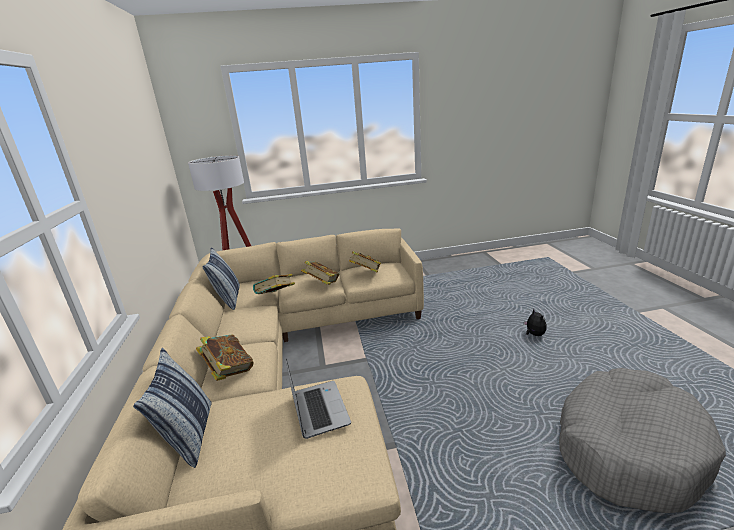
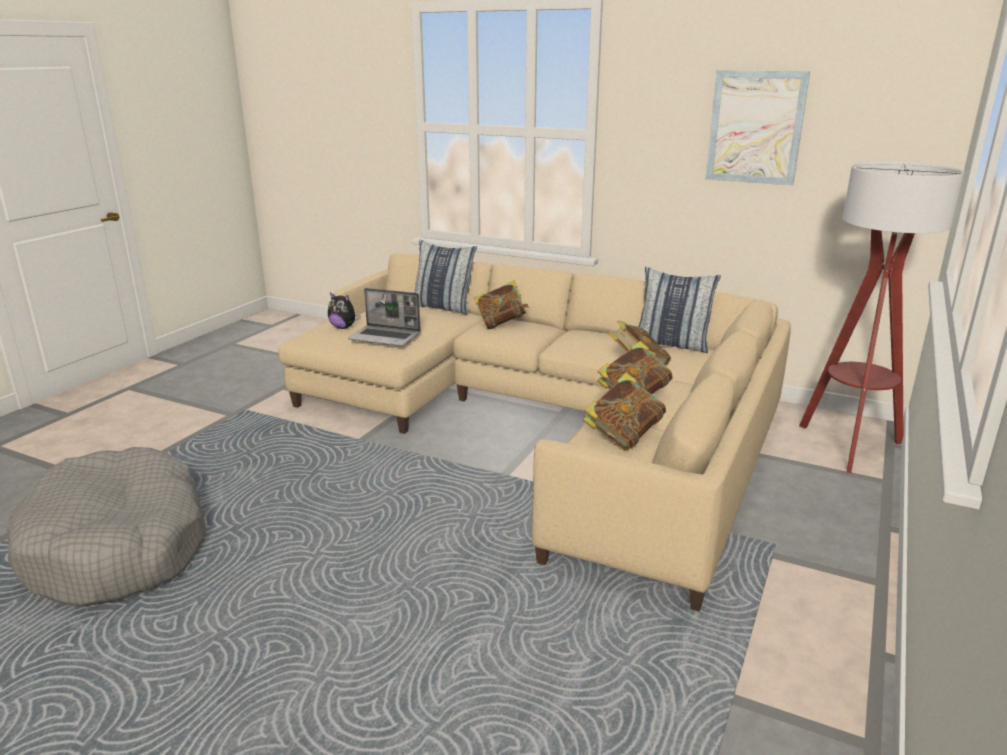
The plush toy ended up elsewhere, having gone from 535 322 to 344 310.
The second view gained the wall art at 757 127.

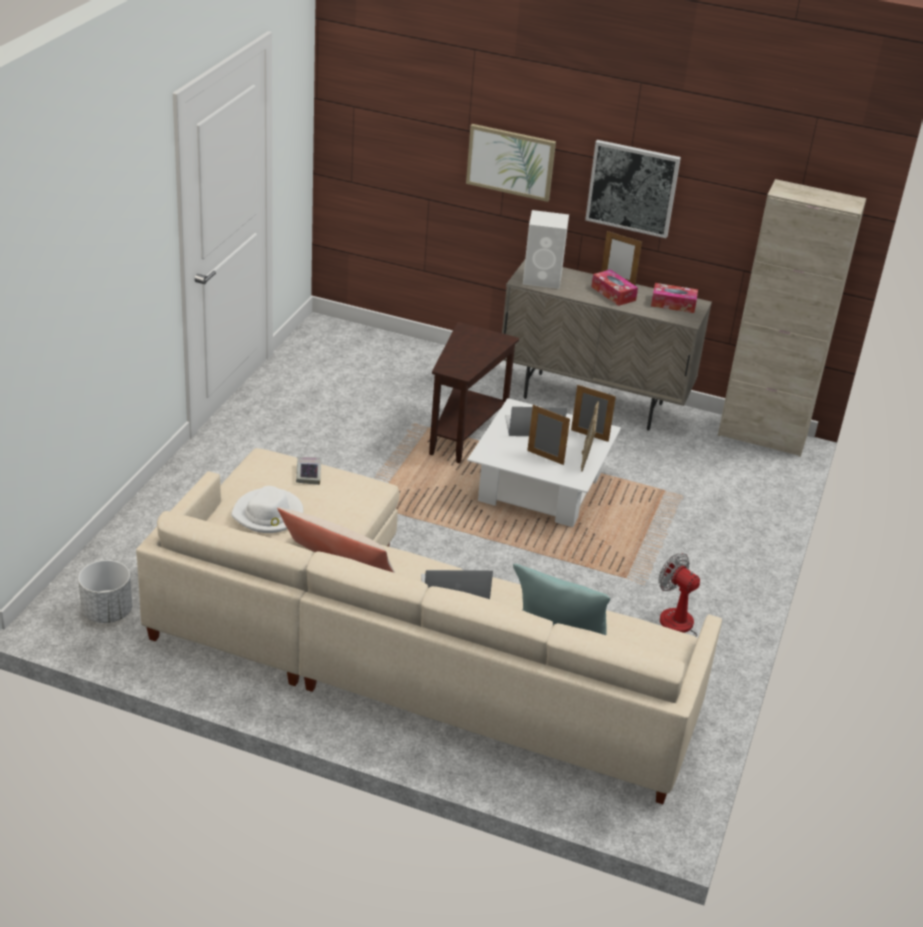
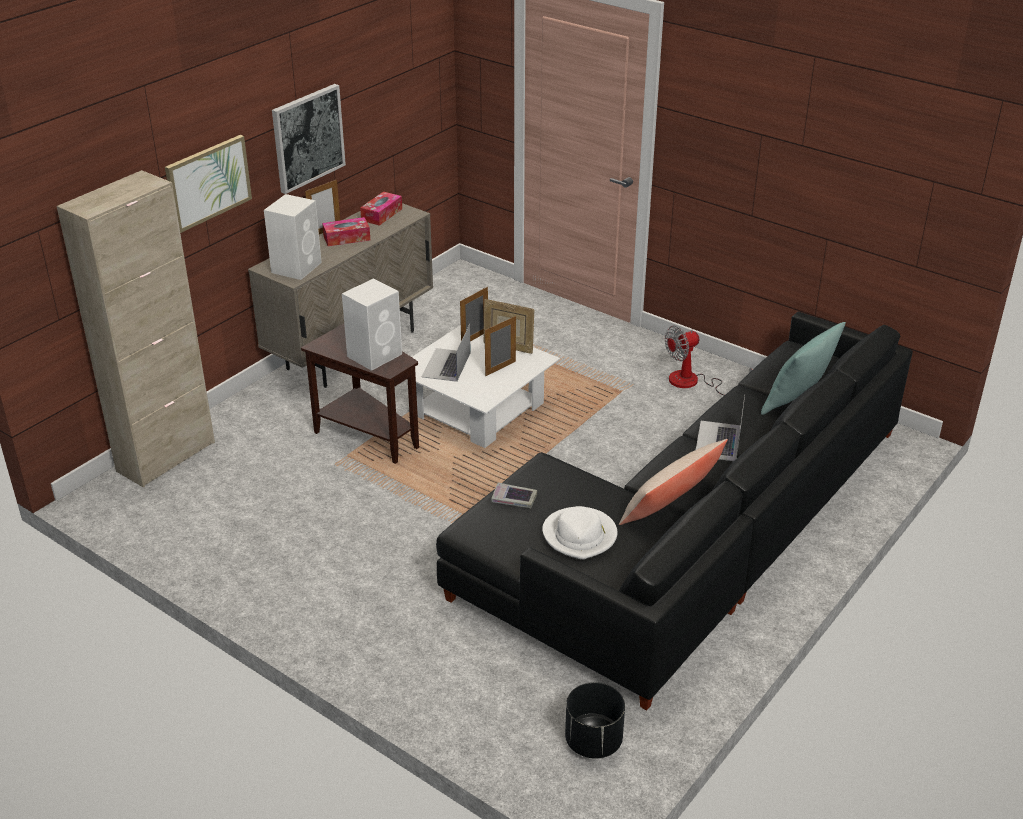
What was the white-coloured flower pot at 105 591 turned into the blackish flower pot at 595 720.
What was the beige settee at 429 626 turned into the blackish settee at 674 511.
The beige cupboard ended up elsewhere, having gone from 792 318 to 136 328.
The second view gained the white-coloured audio speaker at 372 324.

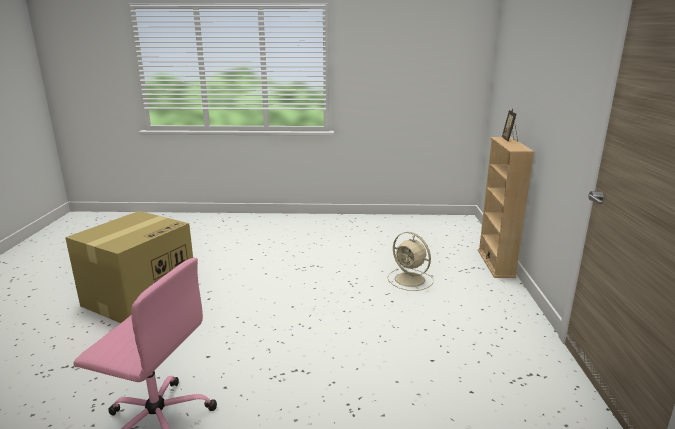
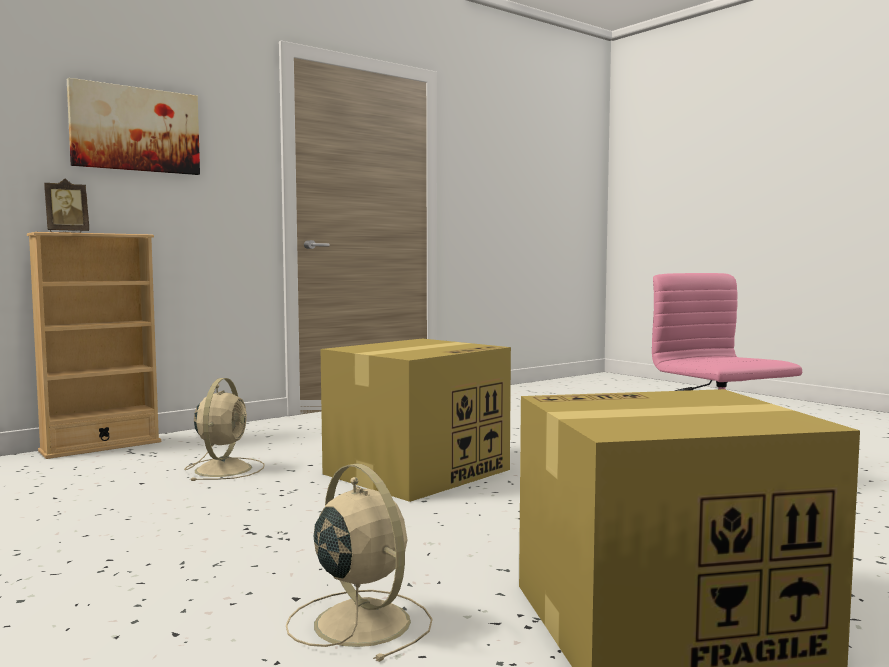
The second view gained the wall art at 133 126.
The second view gained the beige electric fan at 359 563.
The second view gained the packing box at 416 420.

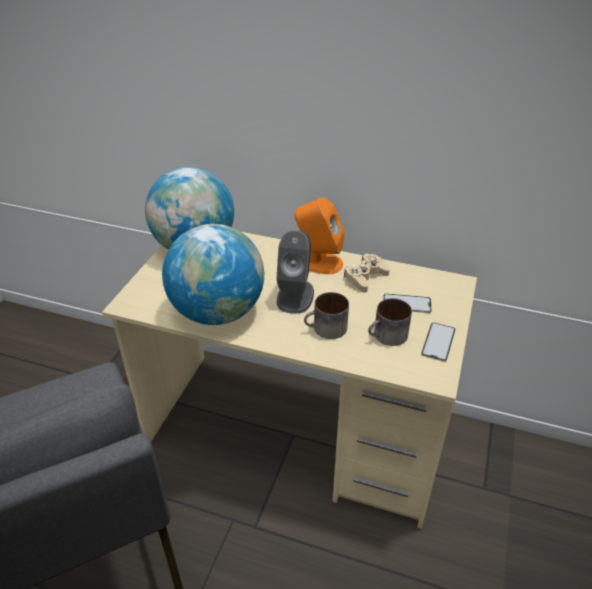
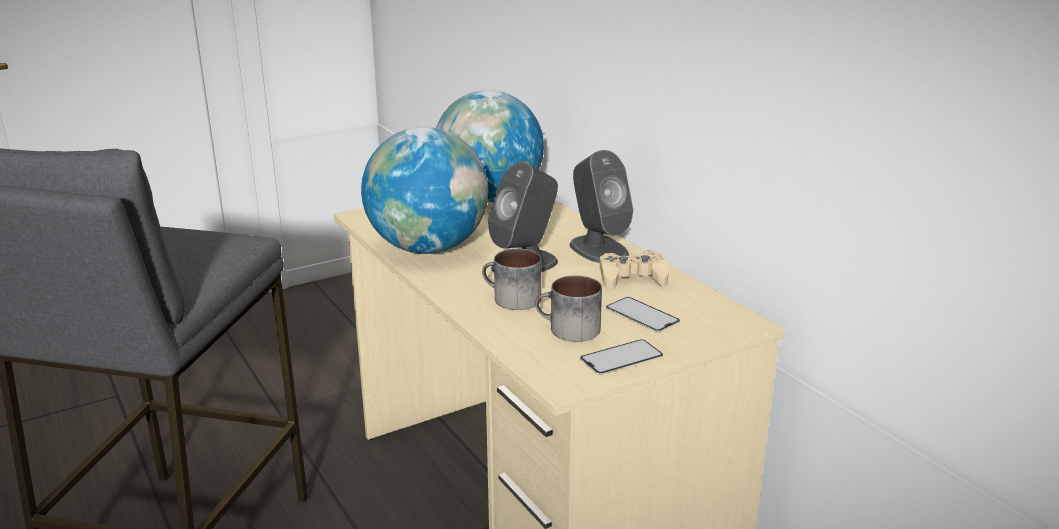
What was the orange audio speaker at 319 235 turned into the grey audio speaker at 601 206.

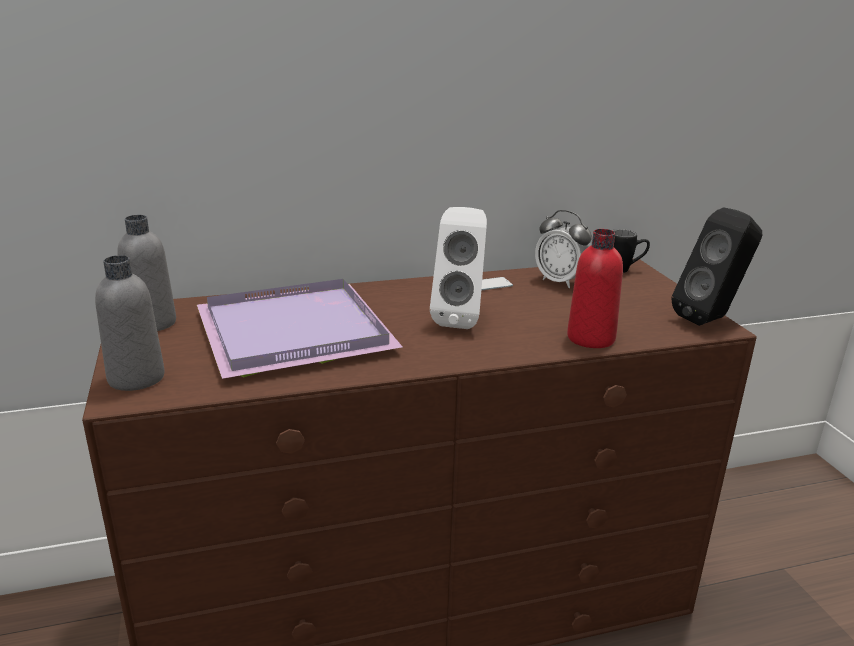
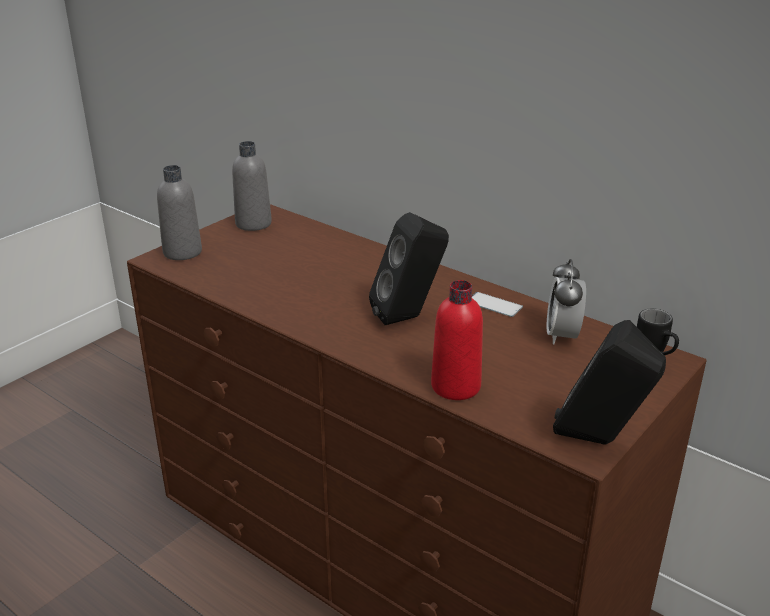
The second view lost the purplish serving tray at 299 329.
What was the white-coloured audio speaker at 458 268 turned into the blackish audio speaker at 409 268.

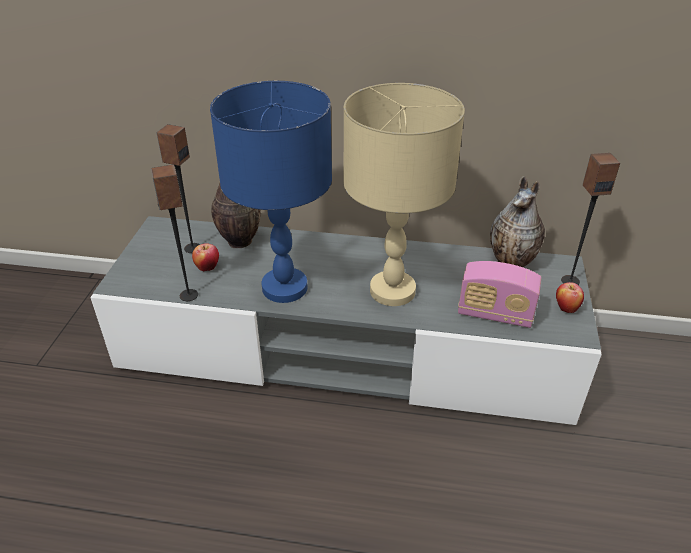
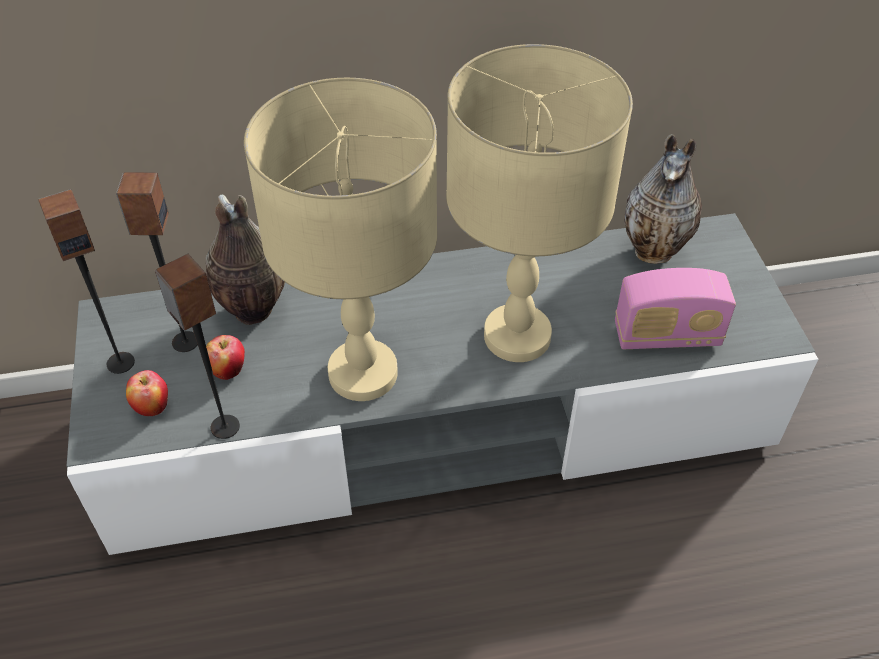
What was the blue-coloured tabletop lamp at 271 192 turned into the beige tabletop lamp at 340 239.
The whole apple ended up elsewhere, having gone from 570 297 to 147 393.
The audio speaker ended up elsewhere, having gone from 590 219 to 86 281.

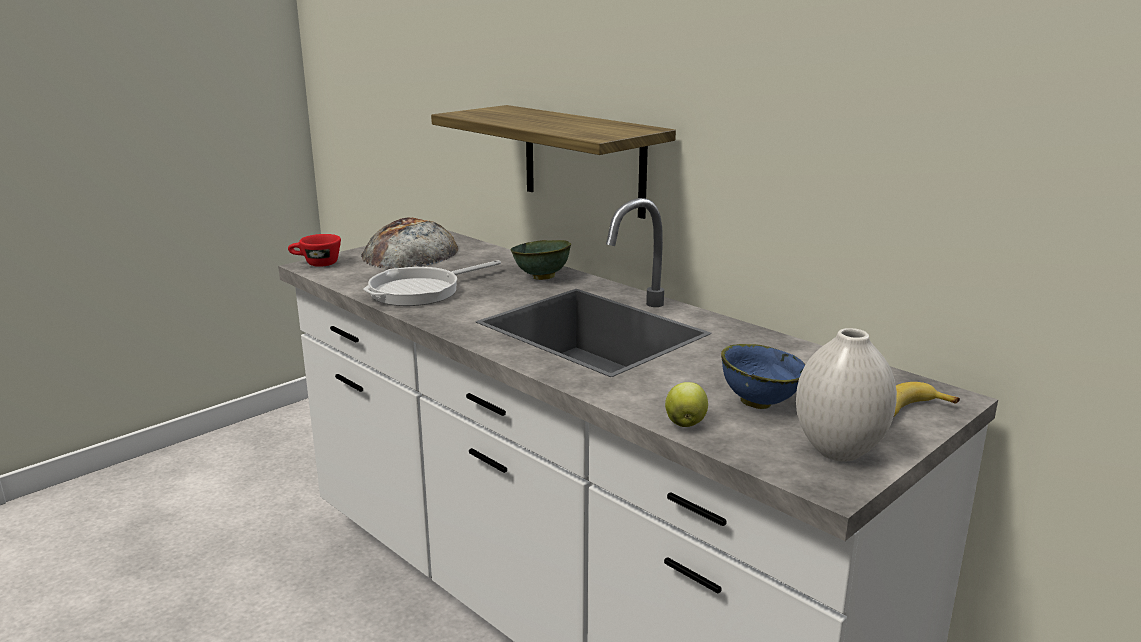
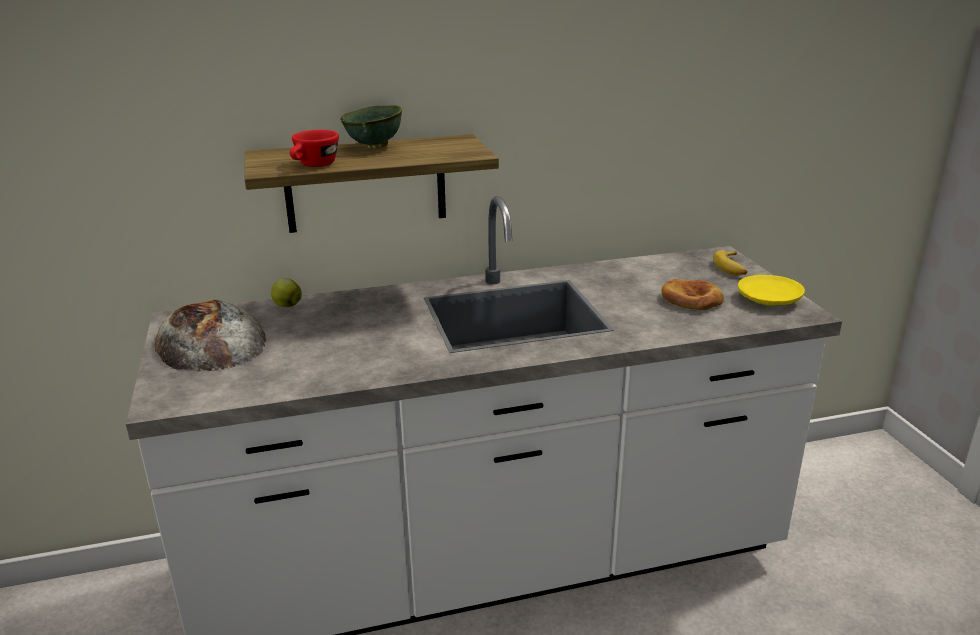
The reddish small cup ended up elsewhere, having gone from 314 250 to 314 148.
The second view lost the pan at 432 283.
The greenish deep dish ended up elsewhere, having gone from 541 260 to 371 127.
The whole apple ended up elsewhere, having gone from 686 404 to 286 292.
Where the blue-coloured deep dish stood at 763 376, the bread came to stand at 692 294.
Where the white-coloured flower vase stood at 846 395, the yellow-coloured plate came to stand at 771 290.

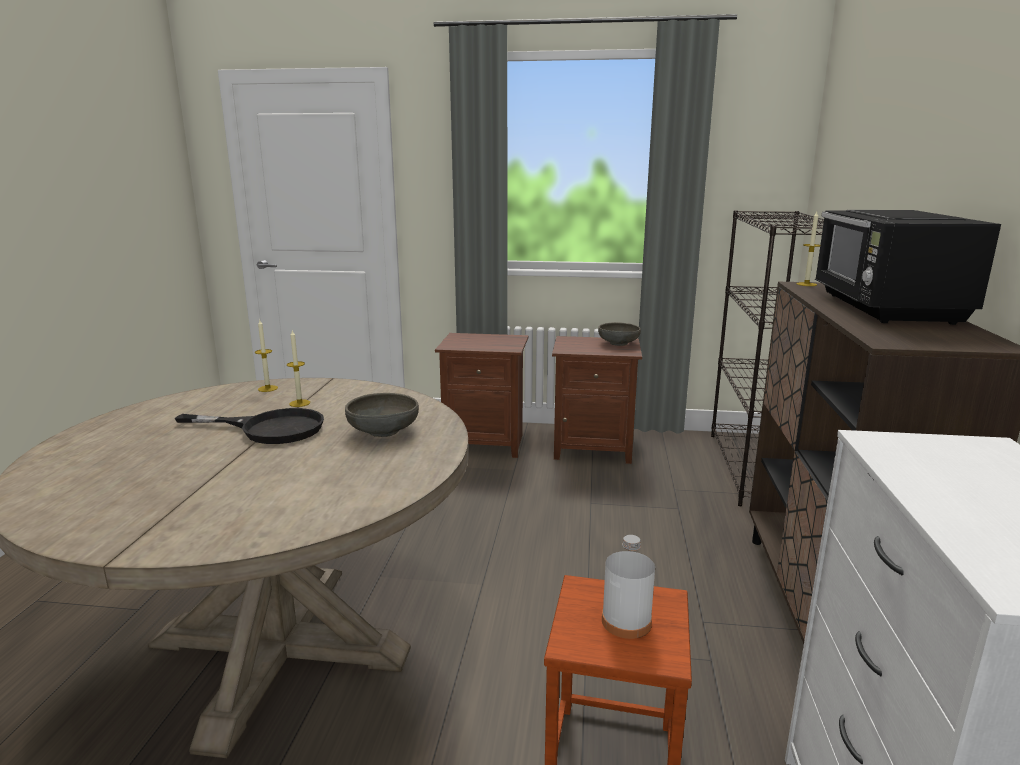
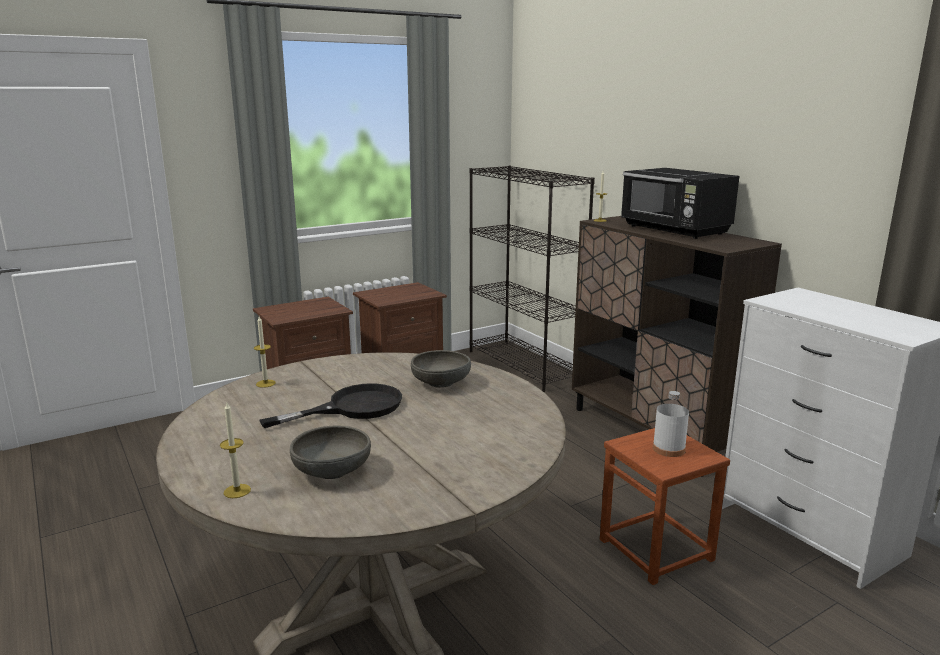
The wax candle ended up elsewhere, having gone from 298 368 to 235 450.
The grey deep dish ended up elsewhere, having gone from 619 334 to 330 452.

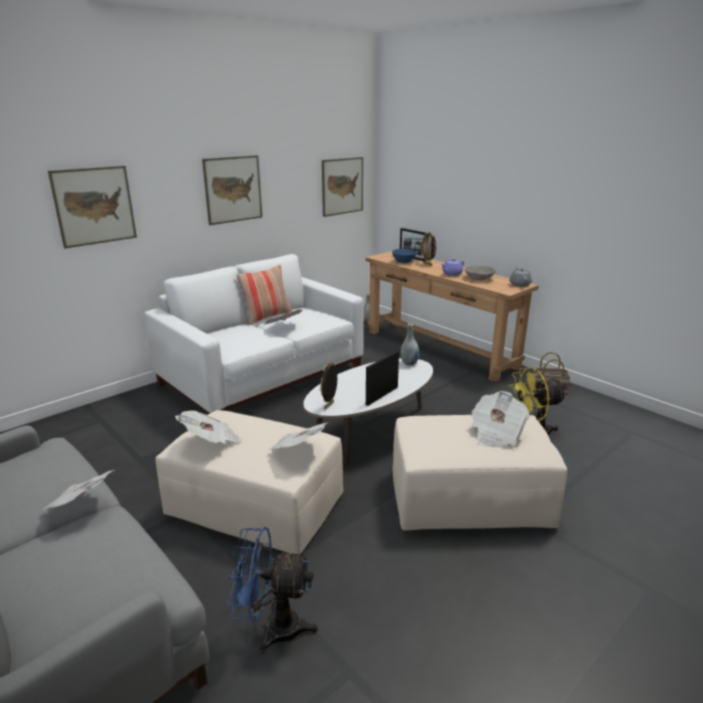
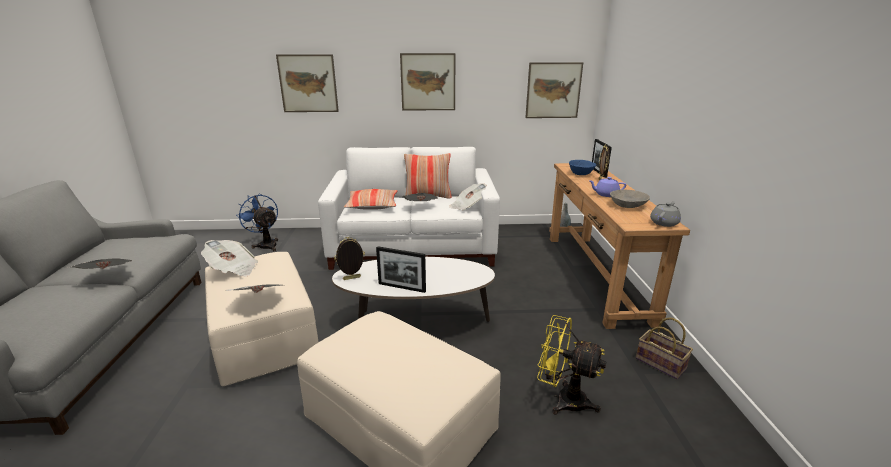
The blue-coloured electric fan ended up elsewhere, having gone from 272 590 to 257 222.
The standing frame at 382 378 ended up facing another way, 150 degrees counterclockwise from before.
The second view lost the grey flower vase at 410 345.
The daily paper ended up elsewhere, having gone from 500 419 to 468 196.
The second view gained the cushion at 370 199.

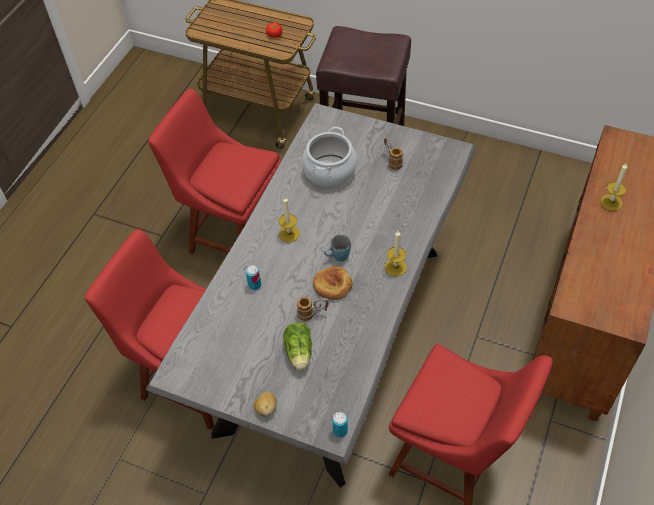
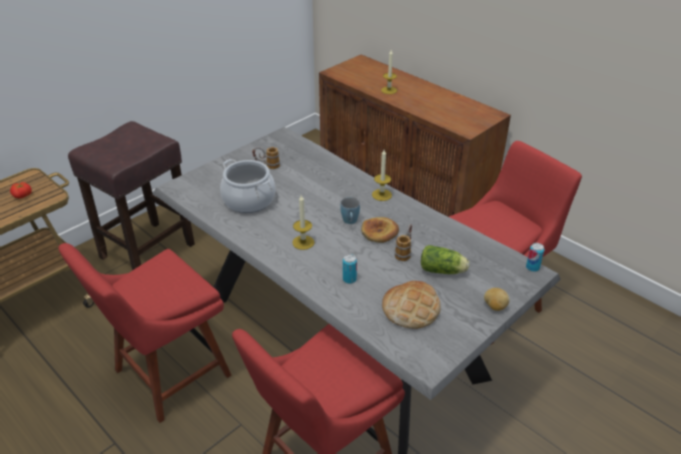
The second view gained the bread at 411 305.

